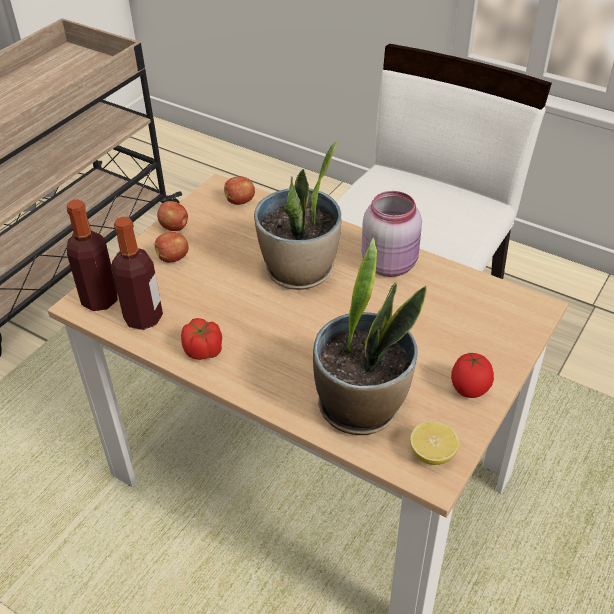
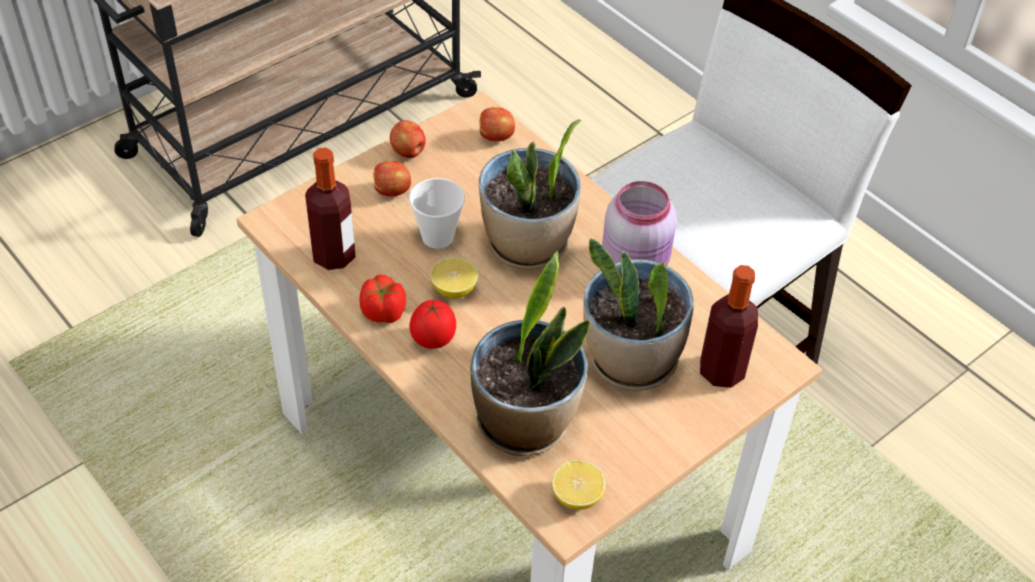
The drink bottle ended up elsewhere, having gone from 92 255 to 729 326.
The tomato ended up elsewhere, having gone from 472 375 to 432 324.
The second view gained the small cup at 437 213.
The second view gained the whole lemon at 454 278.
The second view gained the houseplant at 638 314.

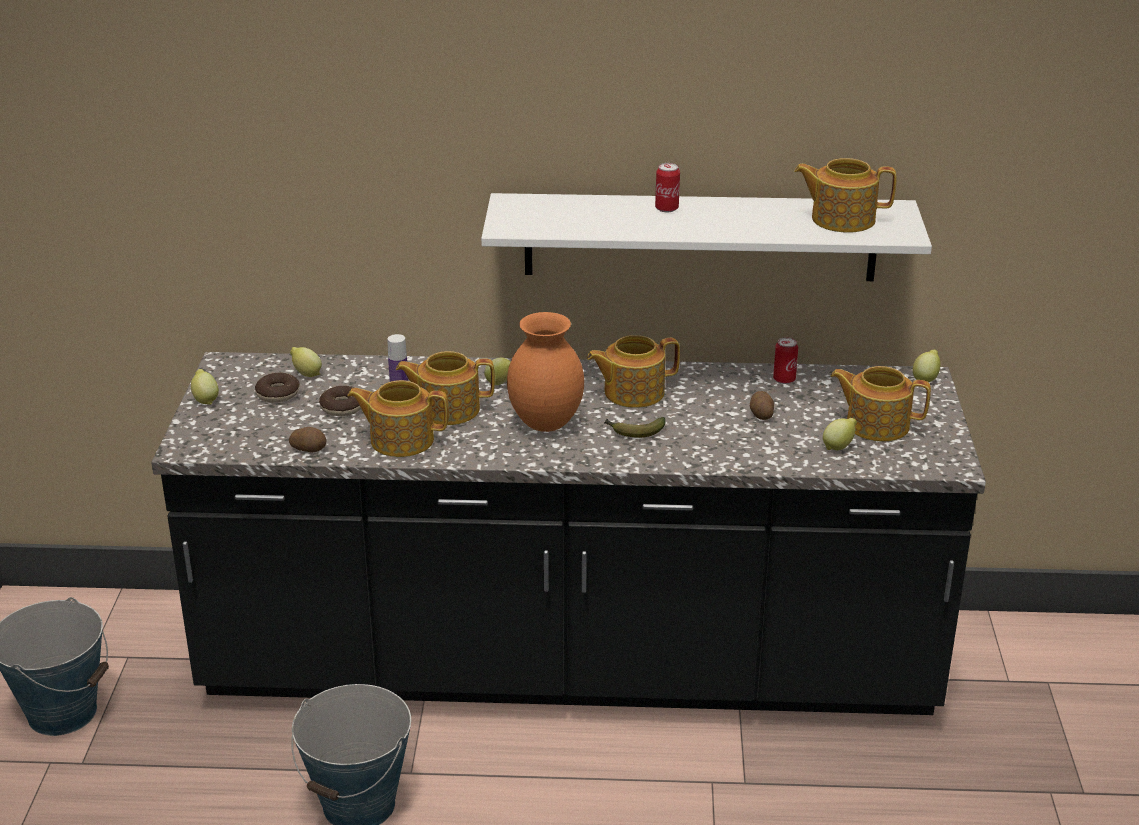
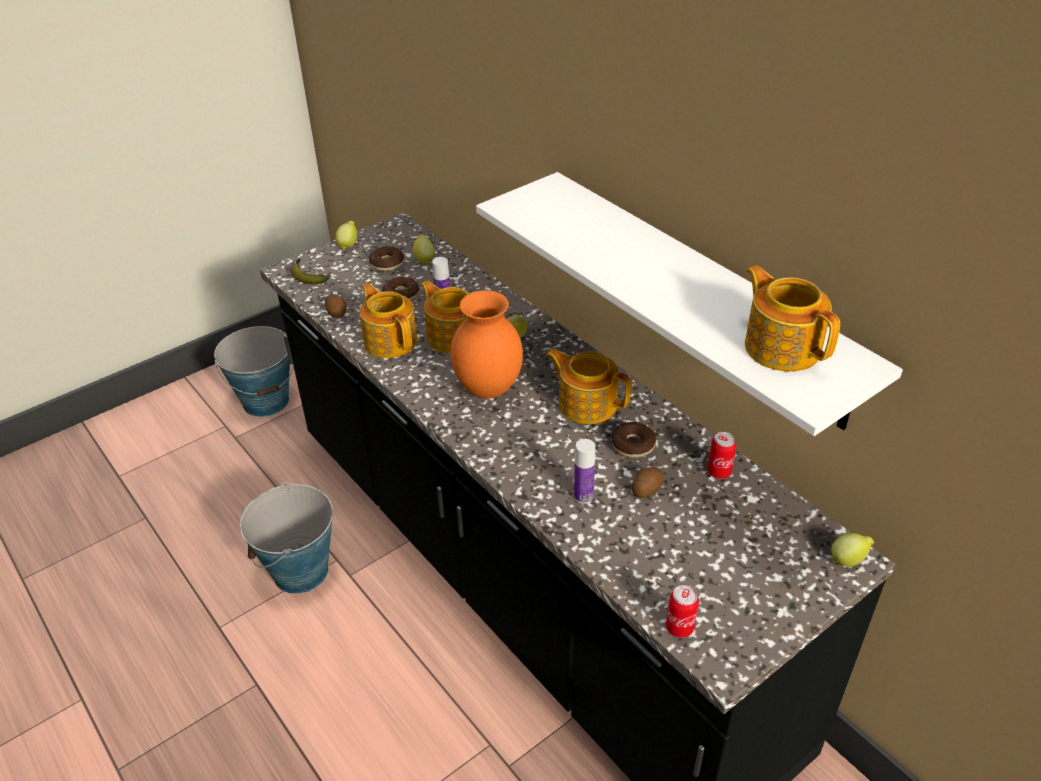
The whole banana ended up elsewhere, having gone from 635 427 to 309 271.
The sealed can ended up elsewhere, having gone from 667 187 to 682 611.
The second view lost the whole lemon at 840 434.
The second view lost the pot for tea at 881 403.
The second view gained the drink bottle at 584 471.
The second view gained the doughnut at 633 440.

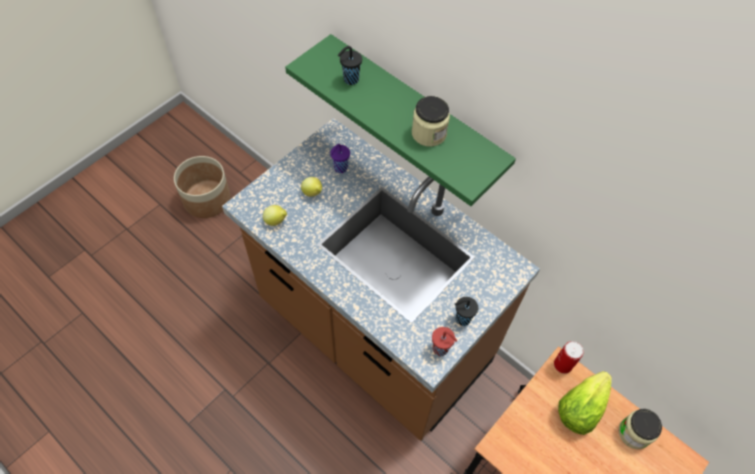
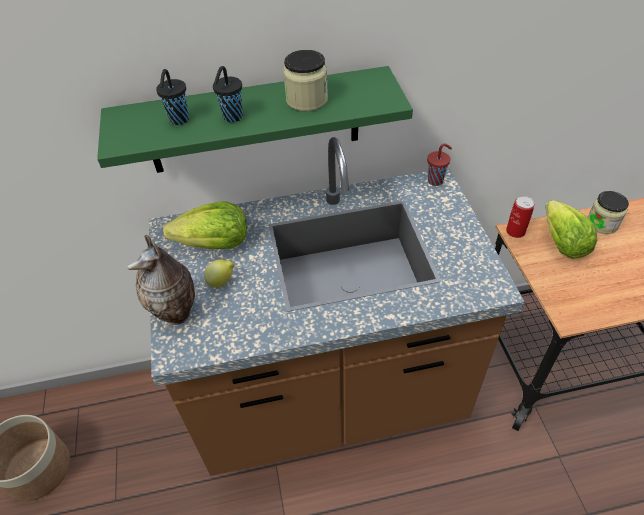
The second view lost the whole lemon at 275 215.
Where the purplish small cup stood at 340 158, the lettuce head came to stand at 205 225.
The reddish small cup ended up elsewhere, having gone from 444 341 to 439 164.
The blackish small cup ended up elsewhere, having gone from 466 311 to 228 94.
The second view gained the flower vase at 161 280.

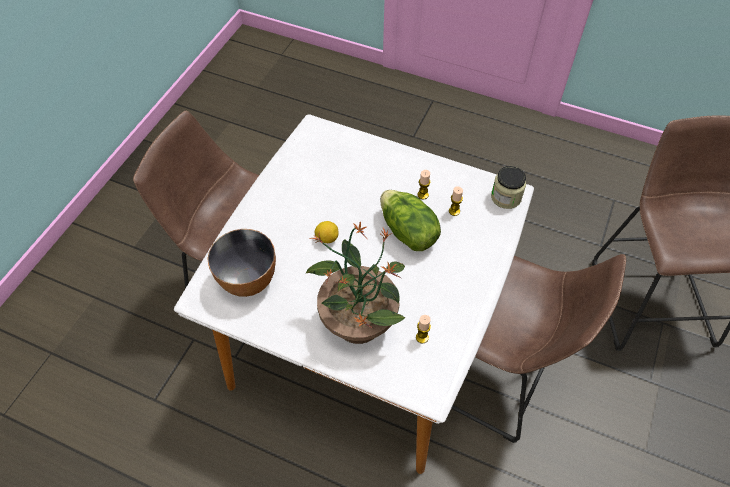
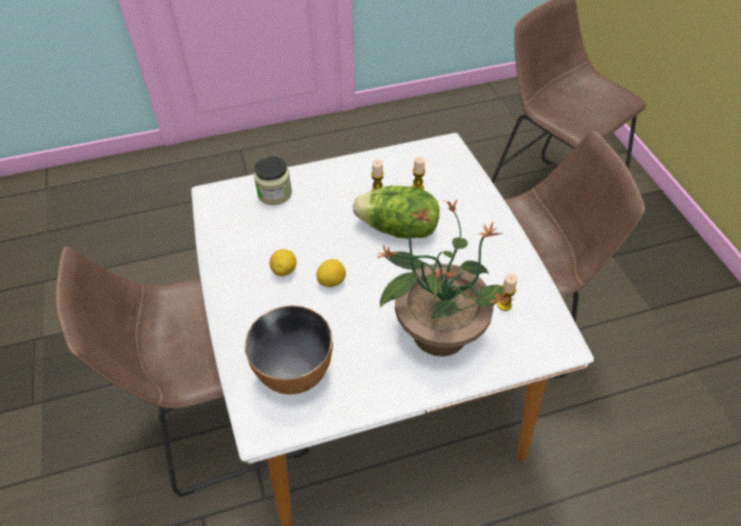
The jar ended up elsewhere, having gone from 508 187 to 273 180.
The second view gained the whole lemon at 283 262.

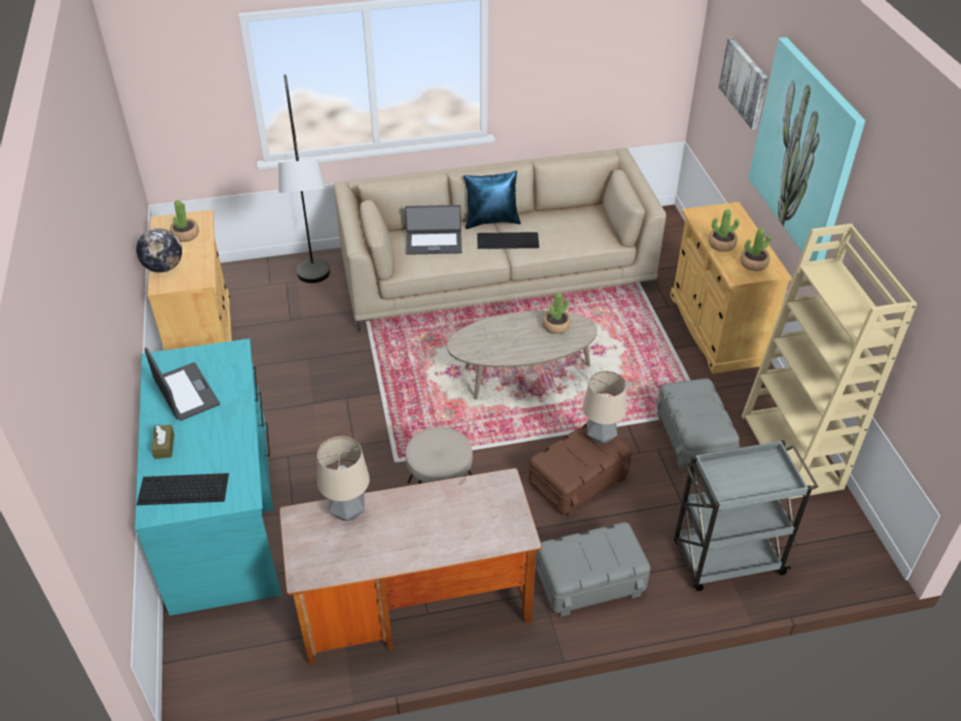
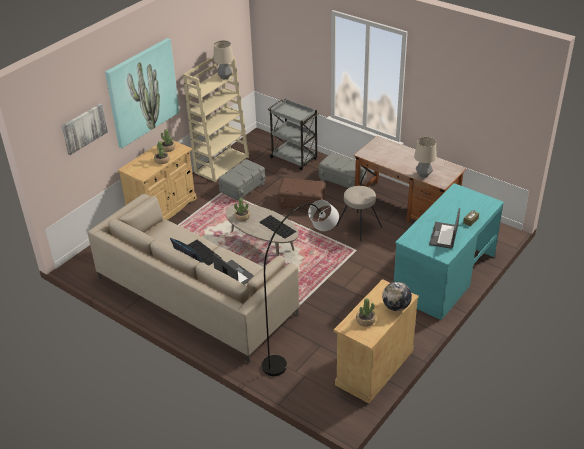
The computer keyboard ended up elsewhere, having gone from 183 489 to 277 227.
The tabletop lamp ended up elsewhere, having gone from 604 407 to 223 59.

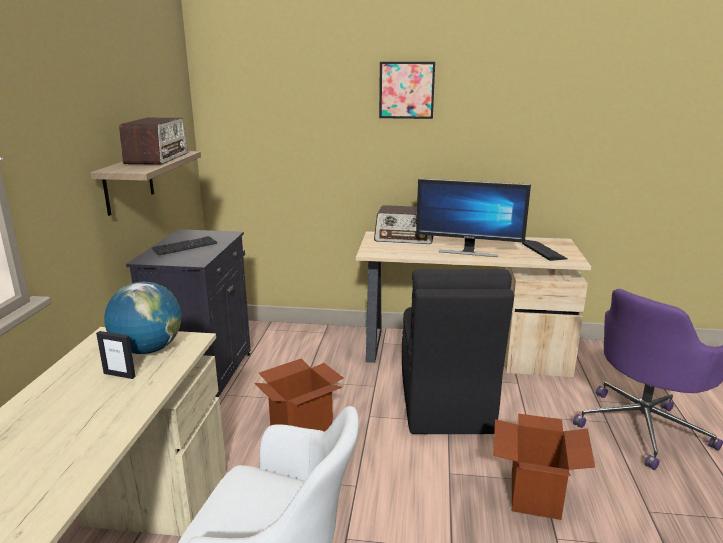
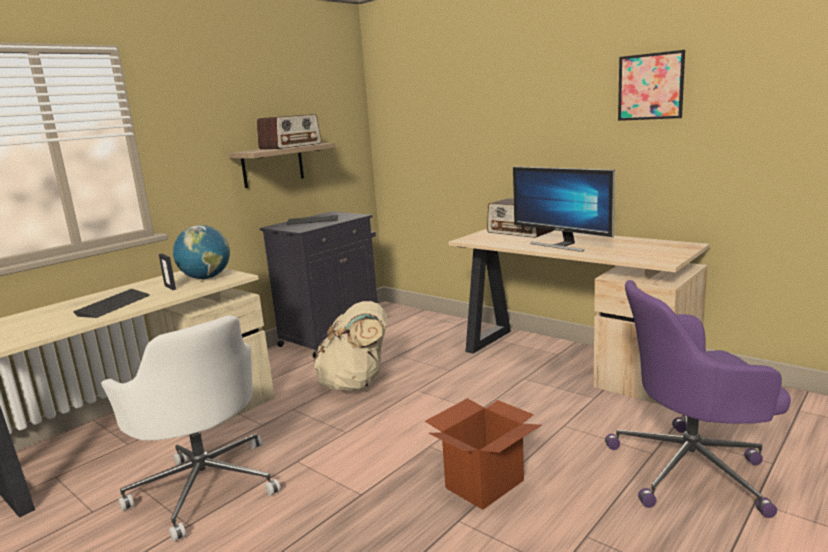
Where the packing box stood at 299 394, the beige backpack came to stand at 350 346.
The wall art ended up elsewhere, having gone from 407 90 to 651 85.
The second view lost the blackish upright chair at 458 351.
The computer keyboard ended up elsewhere, having gone from 545 250 to 111 303.

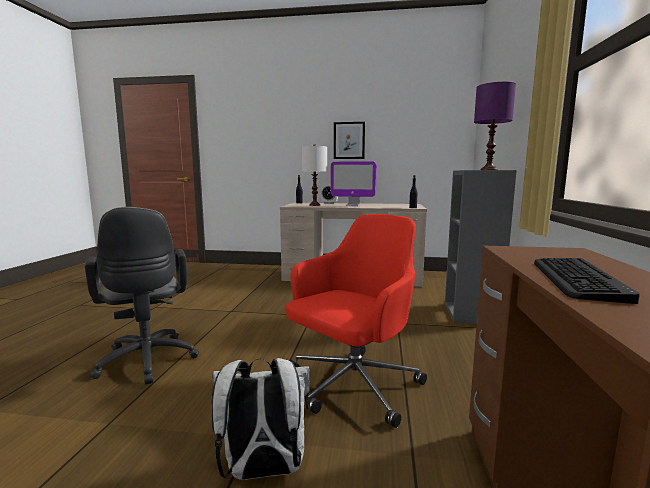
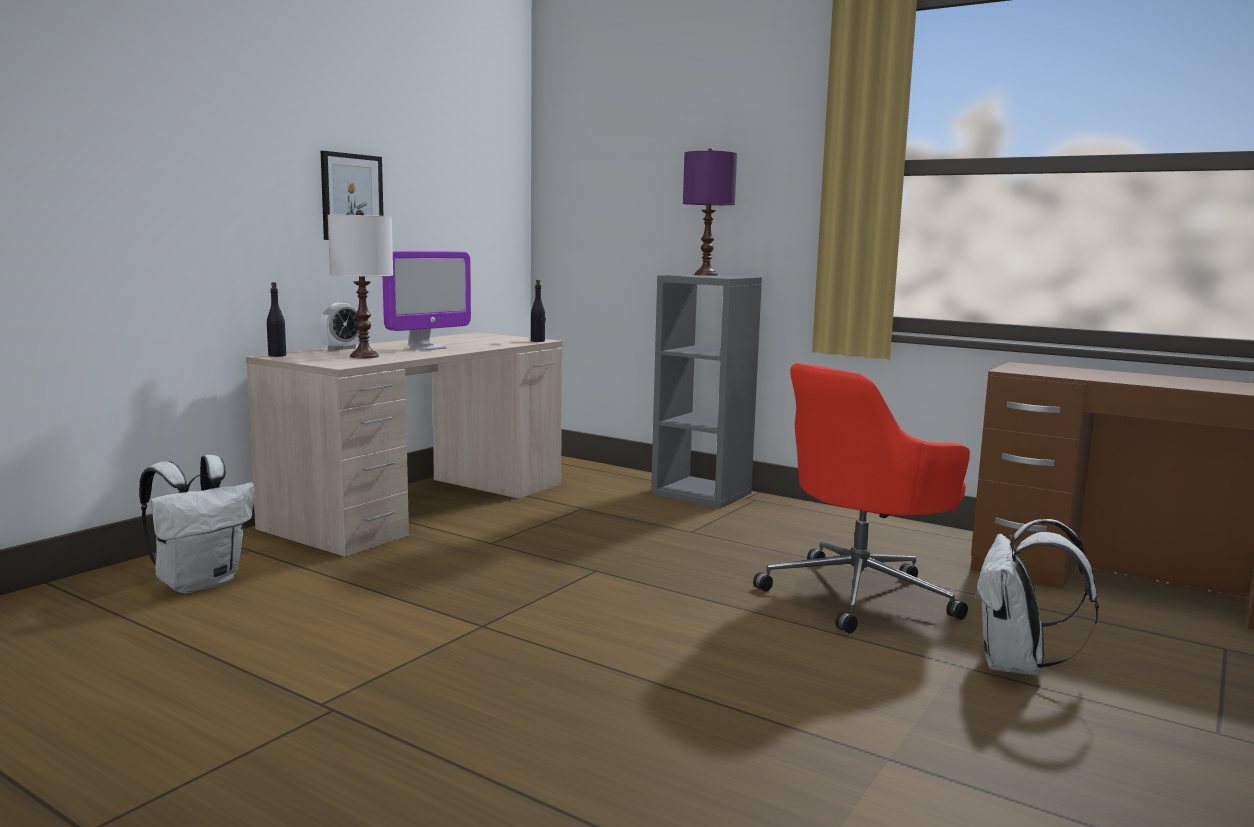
The second view lost the grey computer chair at 142 296.
The reddish computer chair at 356 321 ended up facing another way, 105 degrees counterclockwise from before.
The second view lost the computer keyboard at 587 281.
The second view gained the white-coloured backpack at 196 524.

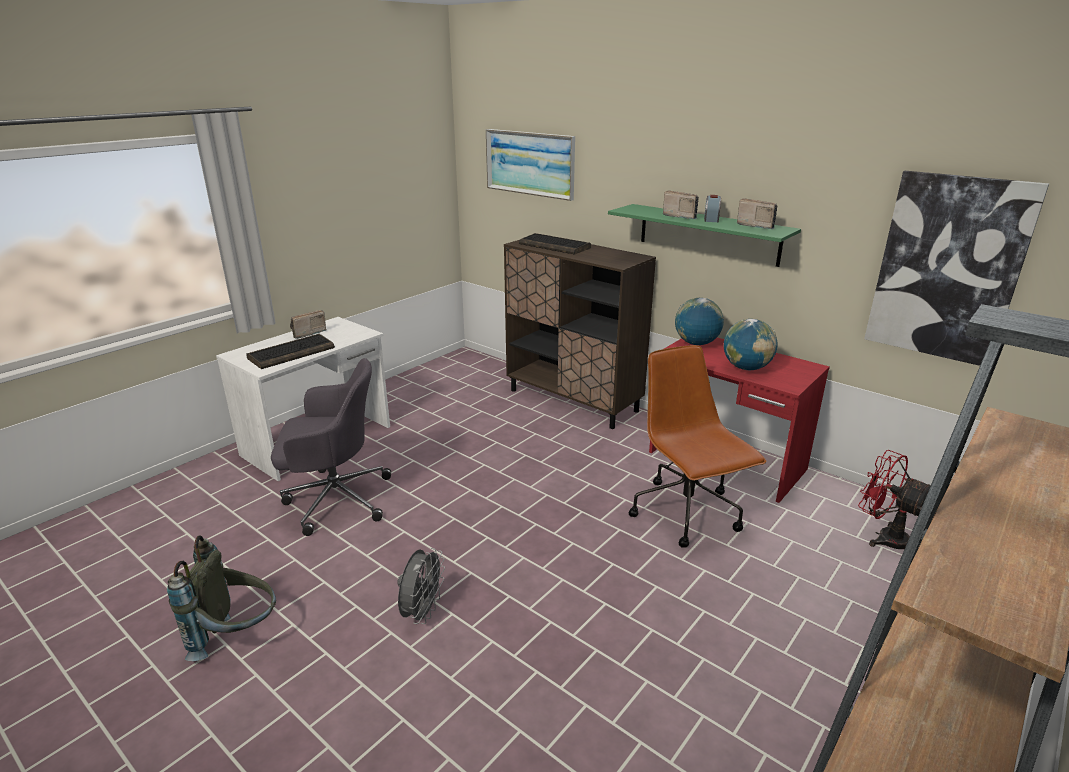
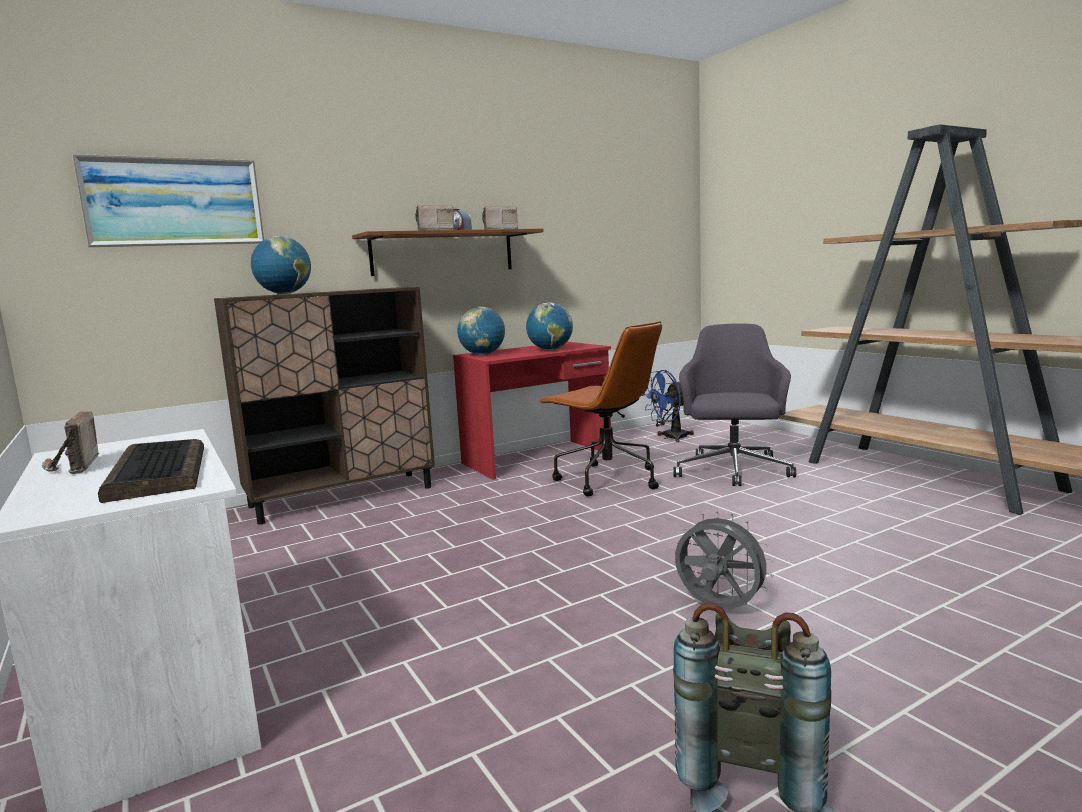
The grey computer chair ended up elsewhere, having gone from 331 447 to 734 405.
Where the computer keyboard stood at 555 244, the world globe came to stand at 281 265.
What was the greenish bracket shelf at 704 235 turned into the brownish bracket shelf at 448 252.
The brownish computer chair at 698 446 ended up facing another way, 135 degrees counterclockwise from before.
What was the reddish electric fan at 894 499 turned into the blue-coloured electric fan at 668 406.
The second view lost the wall art at 956 268.

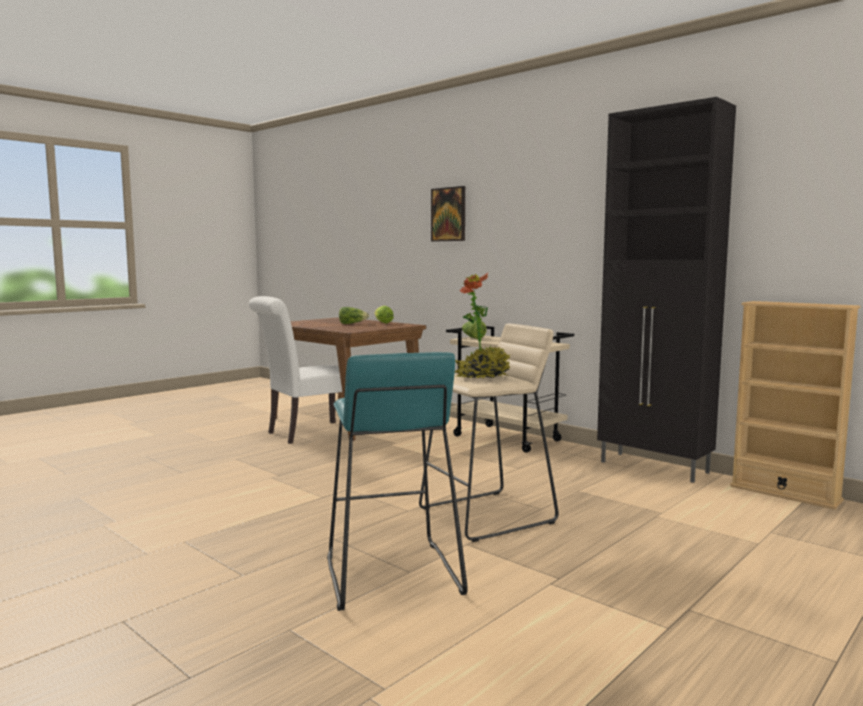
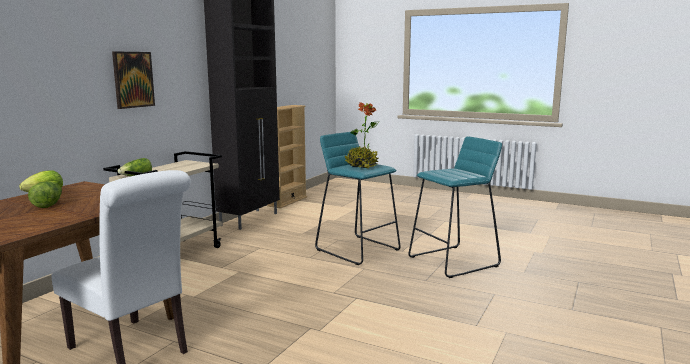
What was the beige stool seat at 489 432 turned into the turquoise stool seat at 358 198.
The wall art ended up elsewhere, having gone from 448 214 to 133 80.

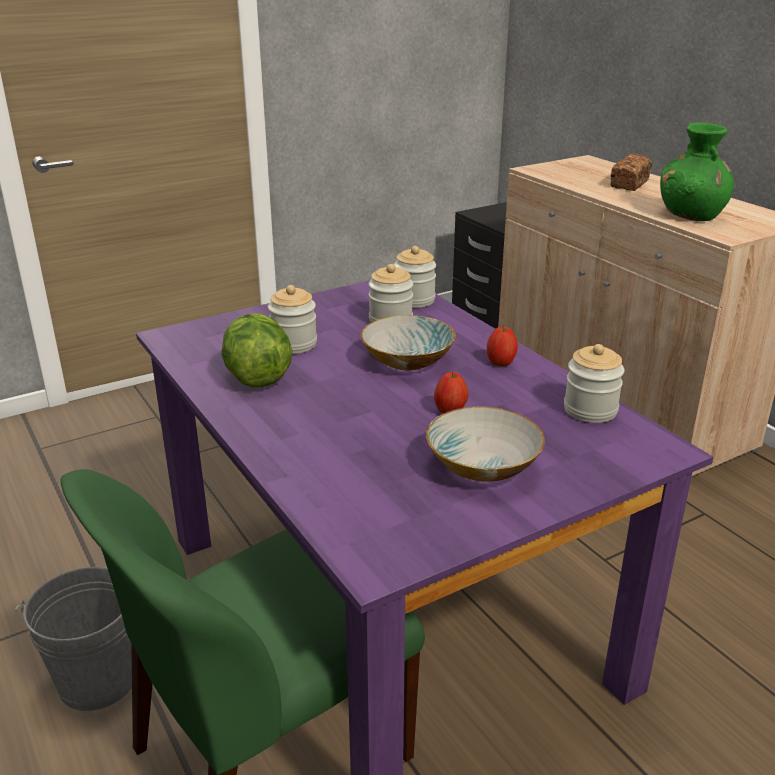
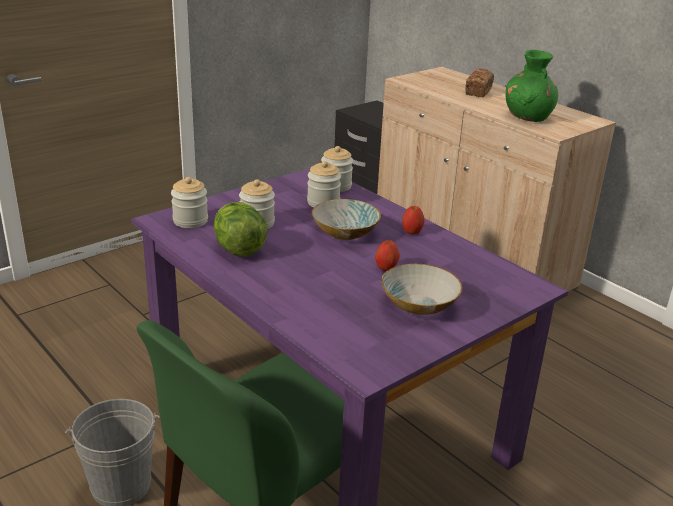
The jar ended up elsewhere, having gone from 594 383 to 189 202.

